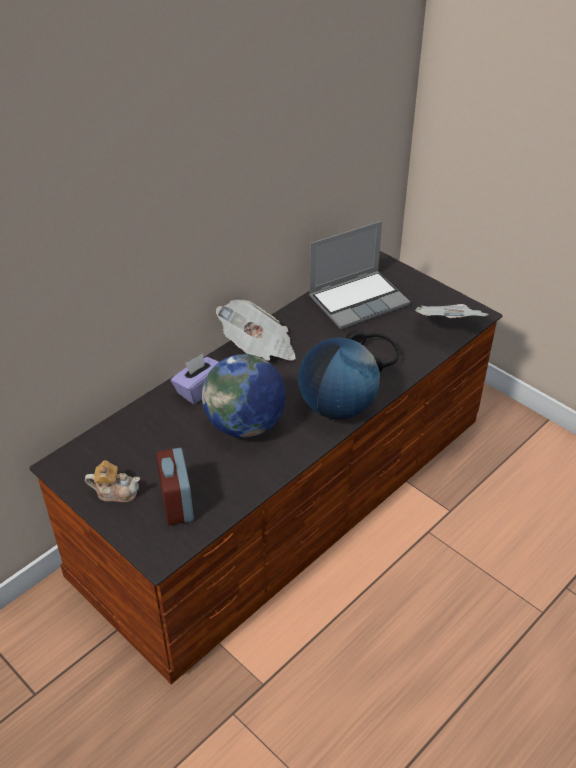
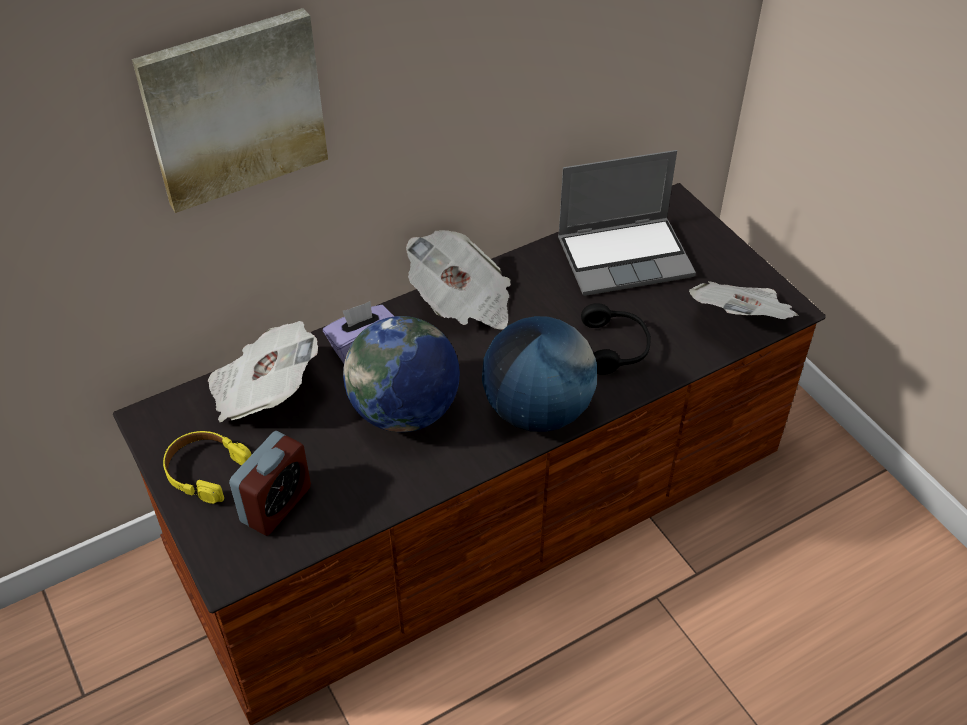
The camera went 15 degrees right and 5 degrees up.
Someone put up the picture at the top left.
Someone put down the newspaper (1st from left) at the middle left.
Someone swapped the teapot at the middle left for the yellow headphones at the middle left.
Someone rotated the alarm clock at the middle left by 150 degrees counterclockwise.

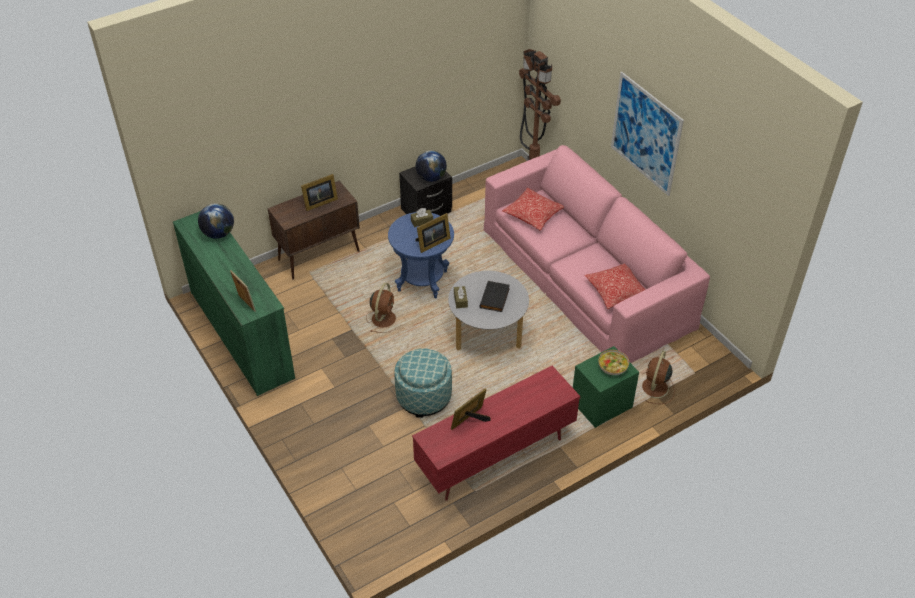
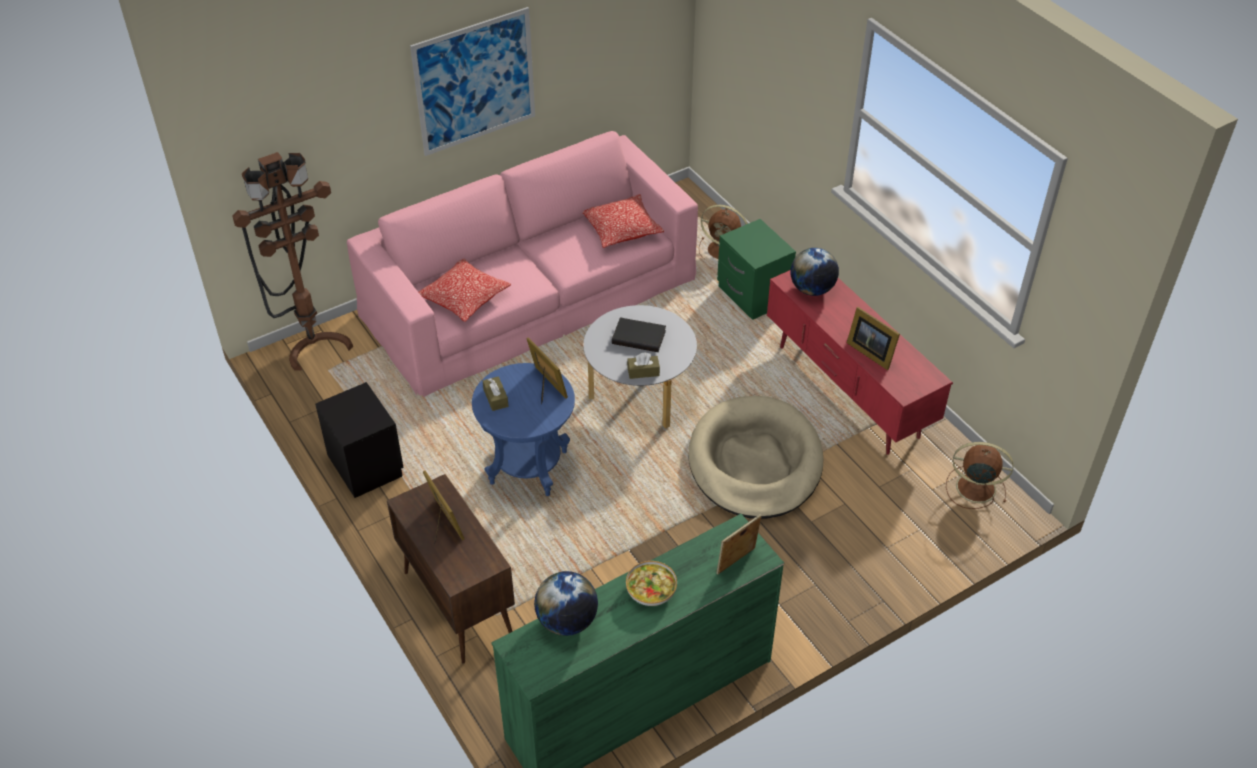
The camera went 90 degrees left and 0 degrees up.
Someone carried the brown fan (1st from left in the first image) from the centre to the middle right.
Someone carried the globe (2nd from left) from the top centre to the centre.
Someone carried the bowl from the middle right to the bottom centre.
Someone swapped the ottoman at the centre for the beige dog bed at the centre.

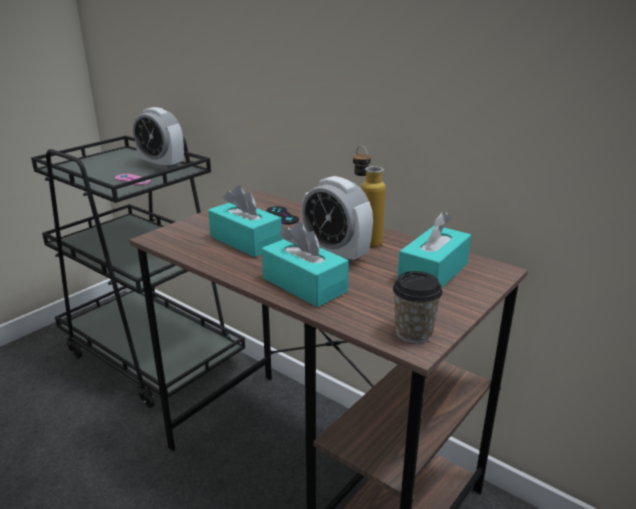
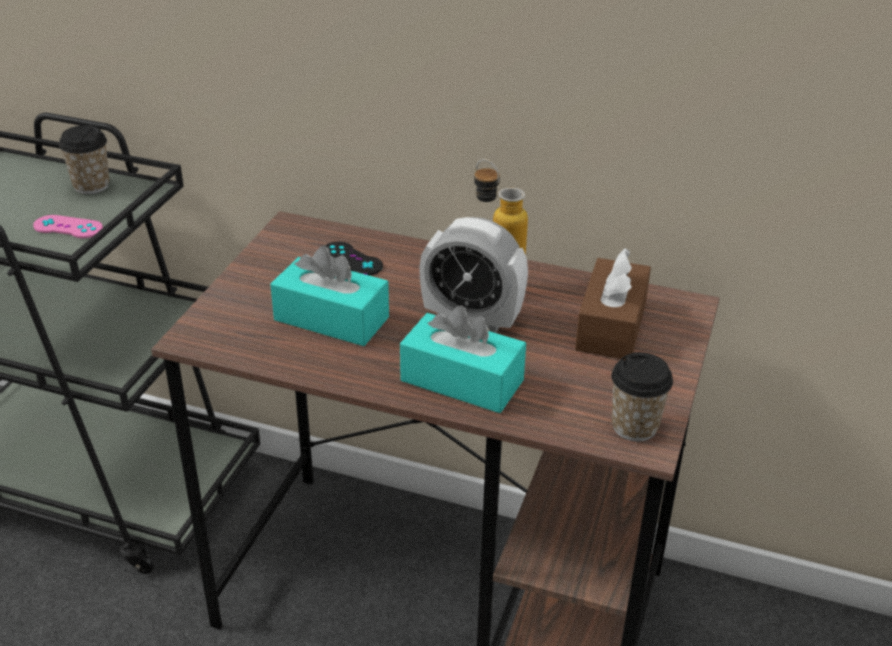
The camera went 20 degrees left and 10 degrees up.
Someone swapped the alarm clock (1st from left) at the top left for the cup (1st from left) at the top left.
Someone repainted the turquoise tissue box (3rd from left) at the middle right, which became the brown tissue box at the middle right.

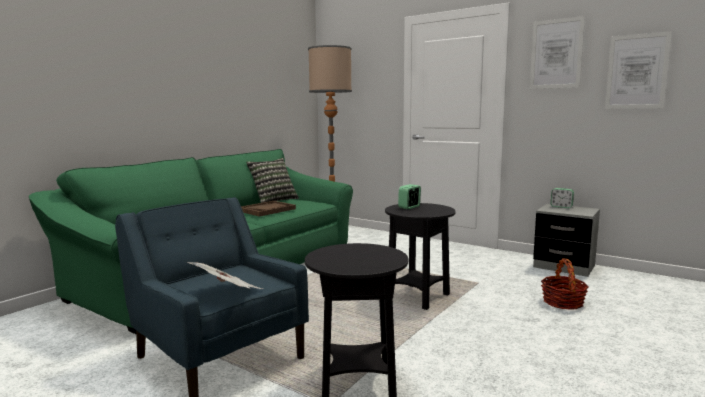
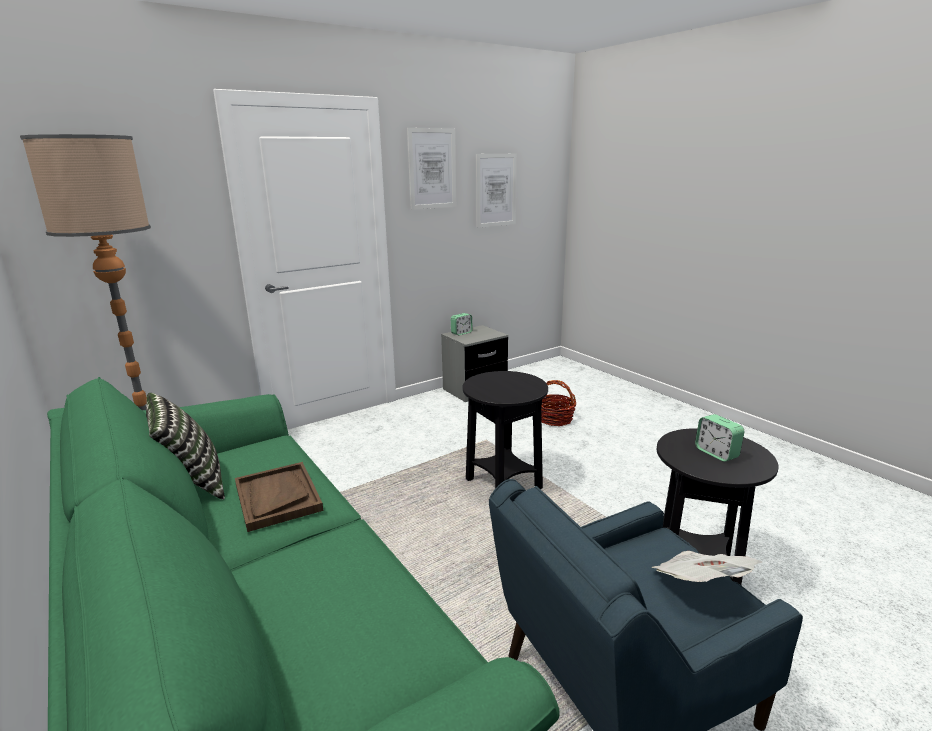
The camera went 70 degrees left and 10 degrees up.
Someone carried the alarm clock (1st from left in the first image) from the centre to the middle right.

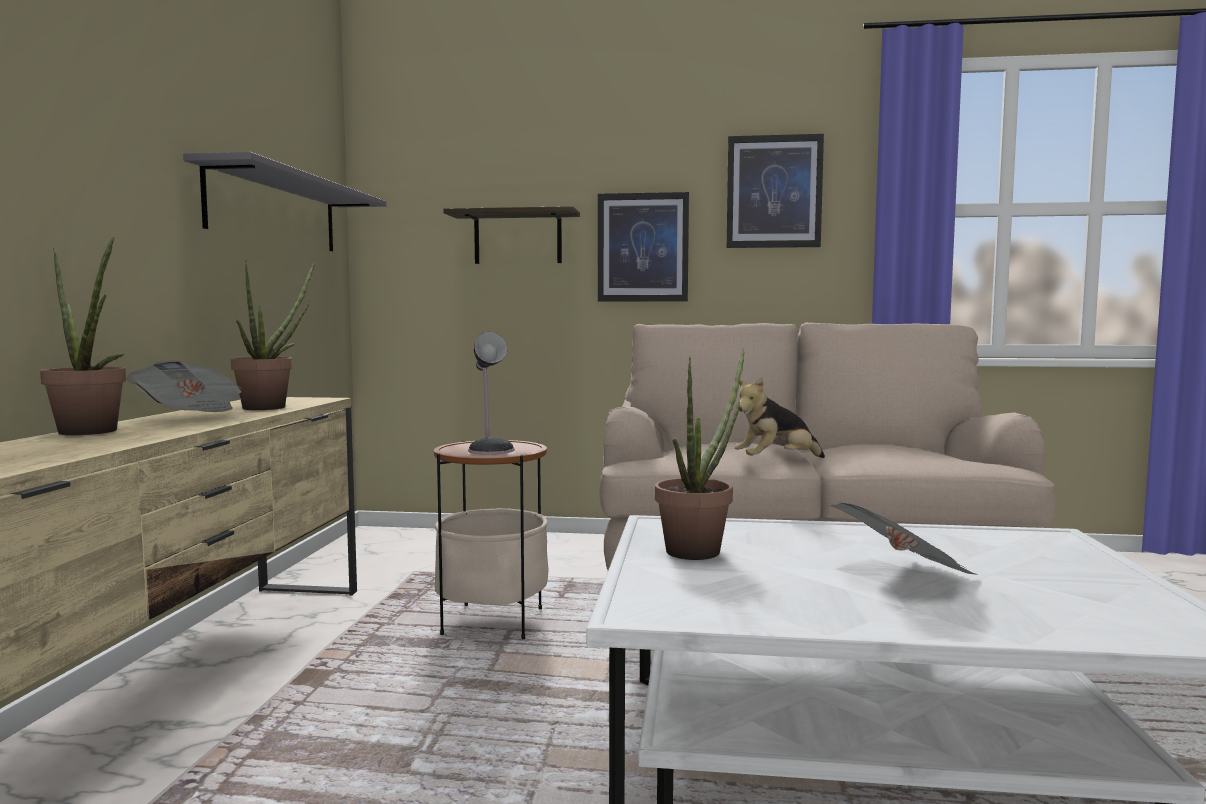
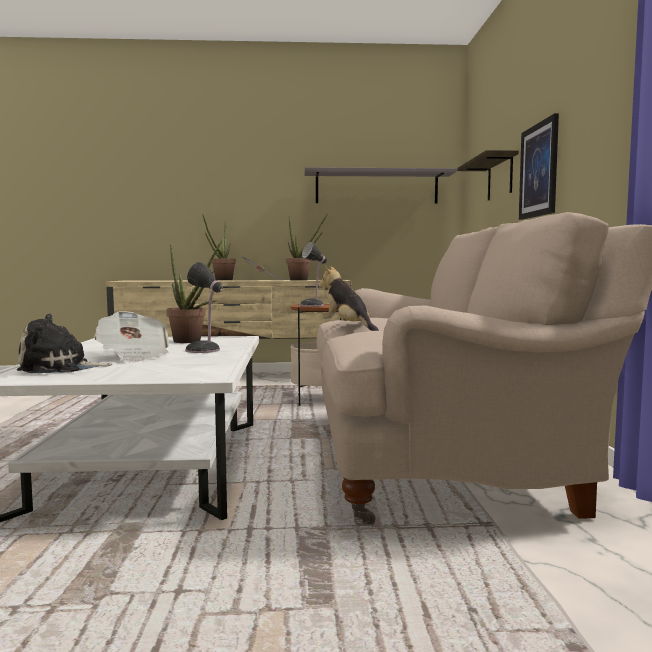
The camera went 80 degrees right and 0 degrees up.
Someone took away the picture (2nd from left) at the top centre.
Someone put down the plush toy (1st from left) at the middle left.
Someone put down the table lamp (1st from left) at the middle left.

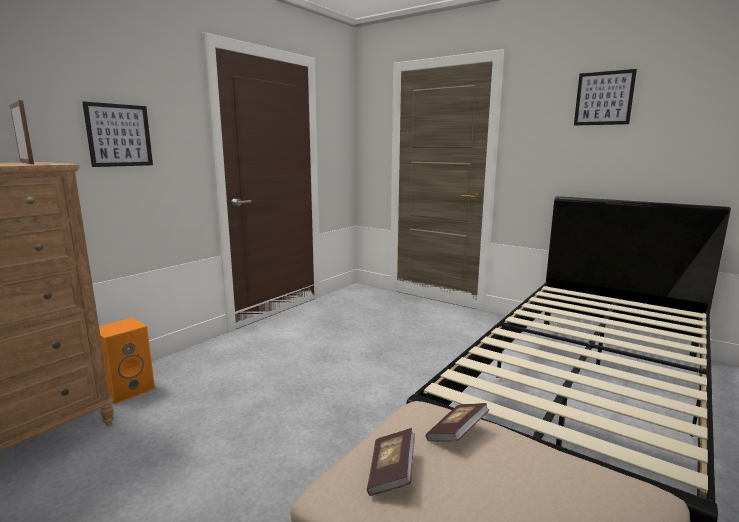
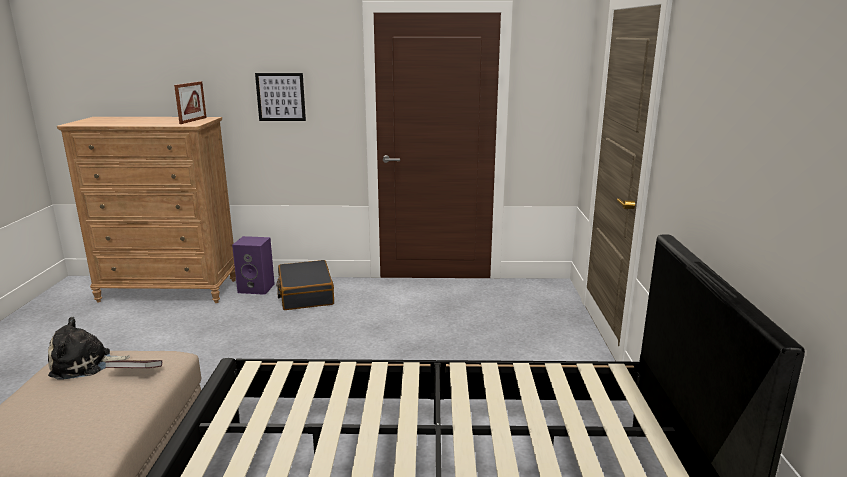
The camera went 55 degrees right and 5 degrees up.
Someone took away the picture (2nd from left) at the top right.
Someone put down the black suitcase at the centre.
Someone swapped the book (1st from left) at the bottom centre for the plush toy at the bottom left.
Someone repainted the orange speaker at the bottom left, which became the purple speaker at the middle left.

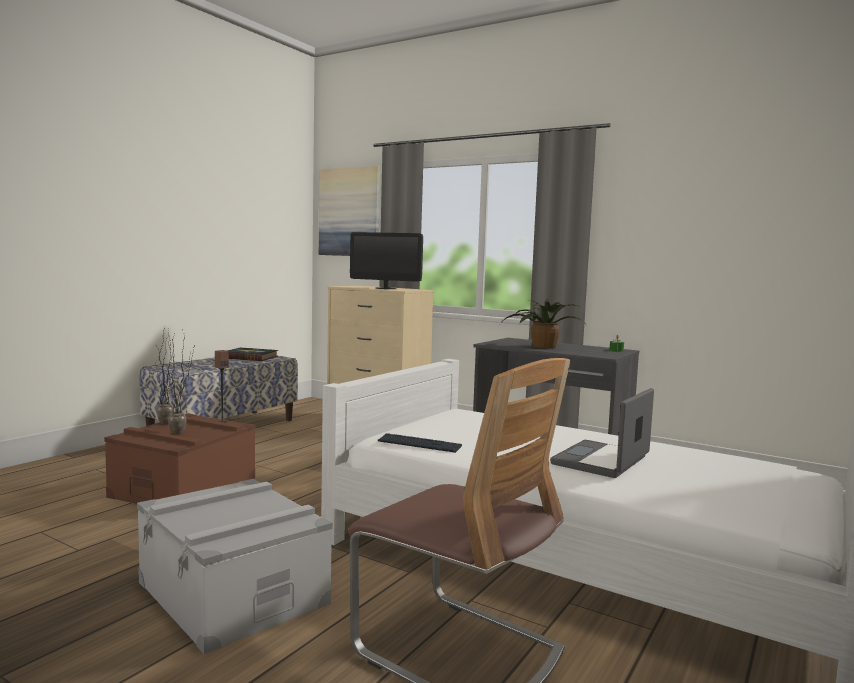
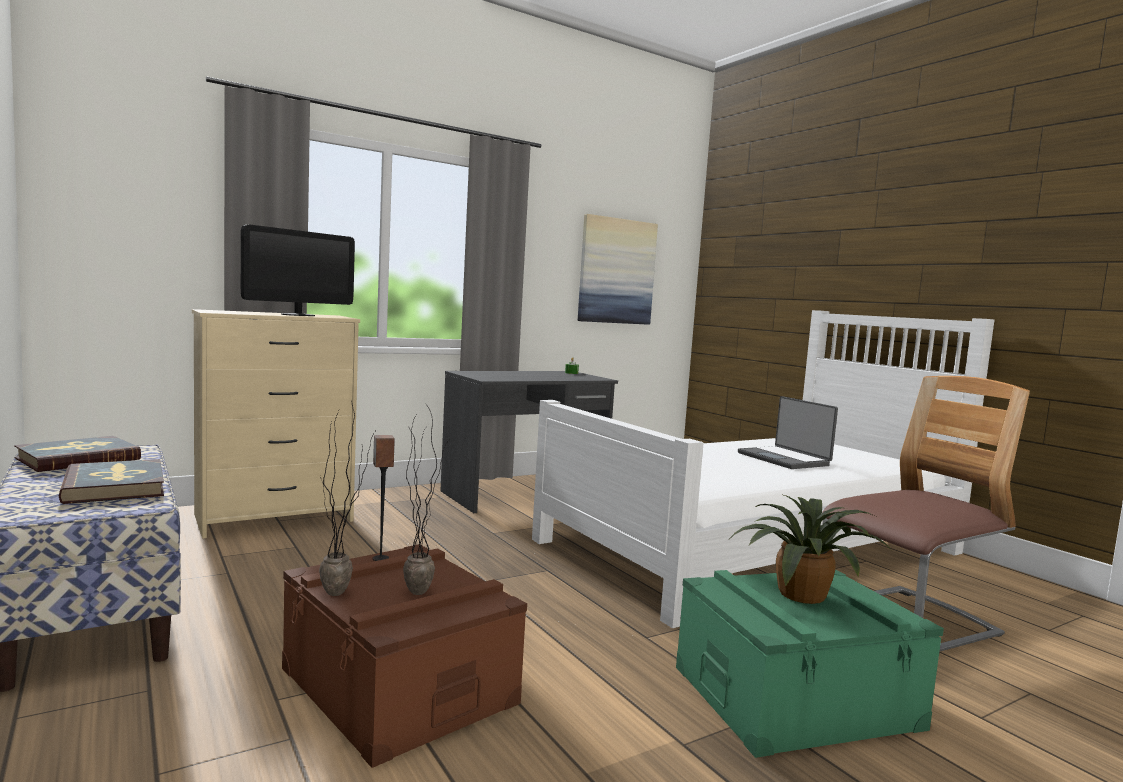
The camera went 65 degrees left and 0 degrees up.
Someone took away the keyboard at the centre.
Someone put down the book (2nd from left) at the middle left.
Someone carried the picture from the top centre to the centre.
Someone carried the potted plant (3rd from left) from the centre to the bottom right.
Someone repainted the grey storage box at the bottom left, which became the green storage box at the bottom right.

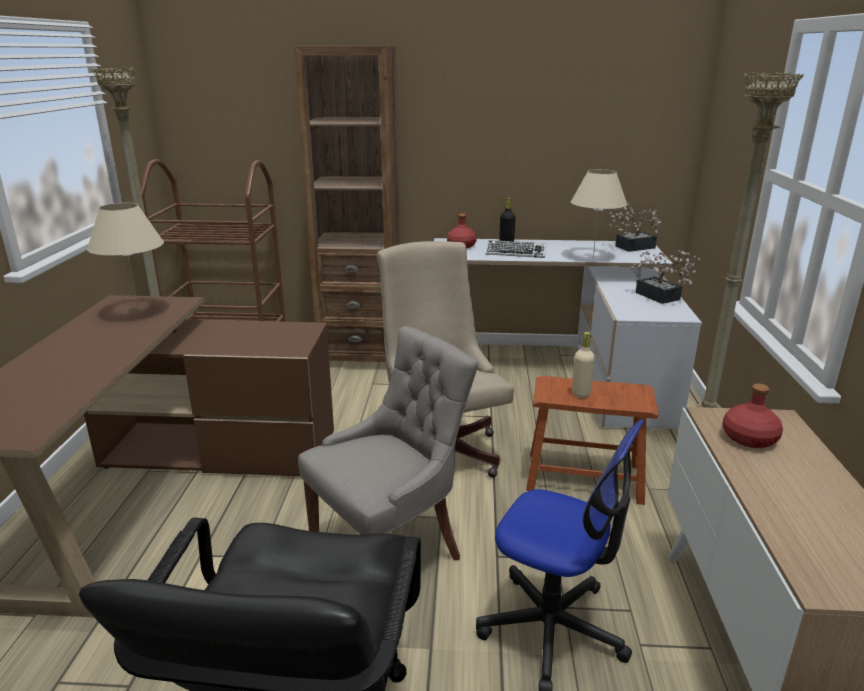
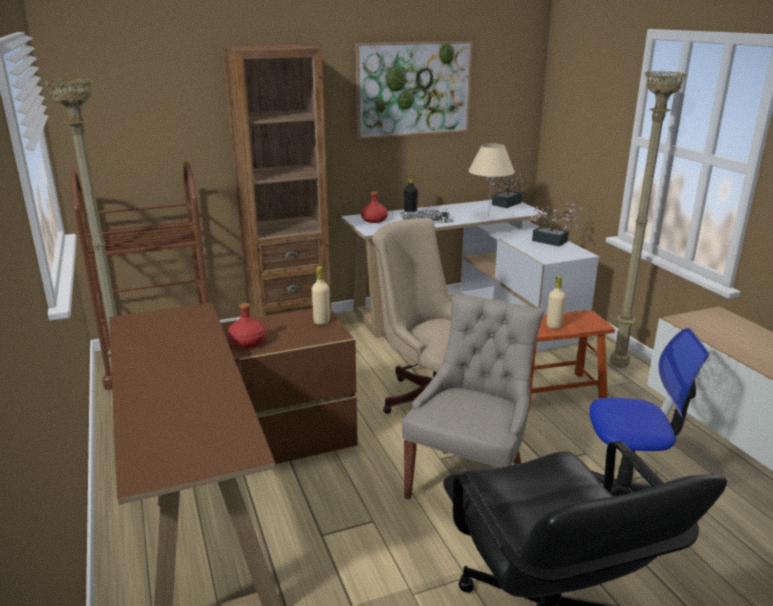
The camera went 25 degrees left and 0 degrees up.
Someone took away the beige table lamp (1st from left) at the middle left.
Someone put down the beige bottle (1st from left) at the centre.
Someone put up the picture at the top centre.
Someone carried the red bottle (2nd from left in the first image) from the middle right to the middle left.

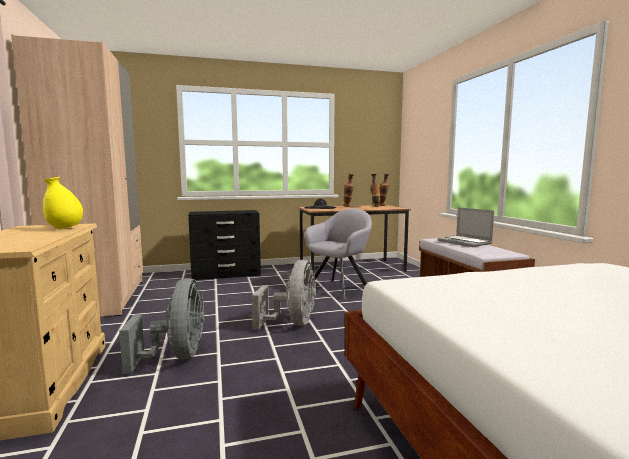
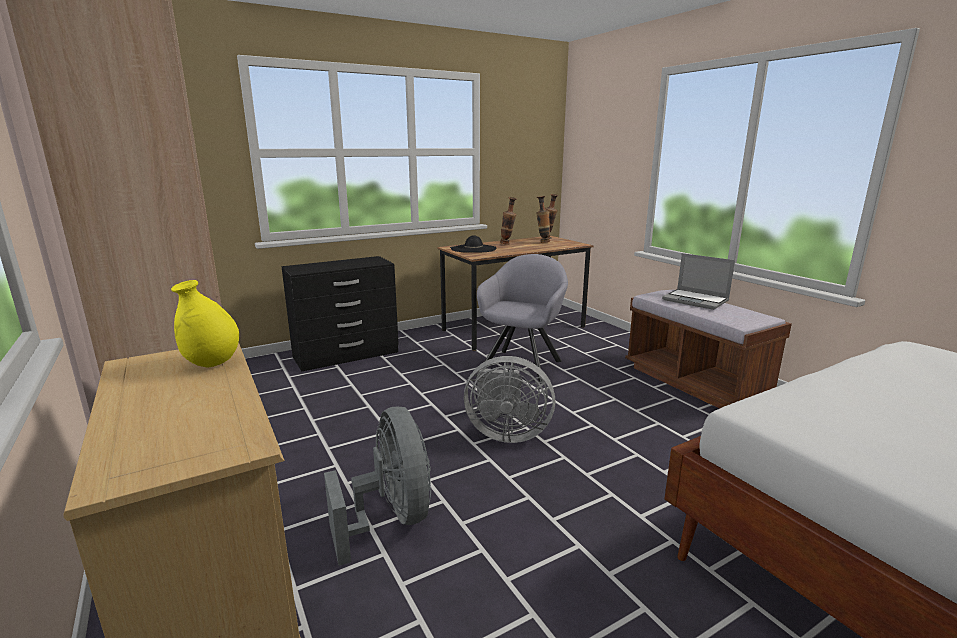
The camera went 15 degrees left and 10 degrees up.
Someone rotated the grey fan (2nd from left) at the centre by 105 degrees clockwise.

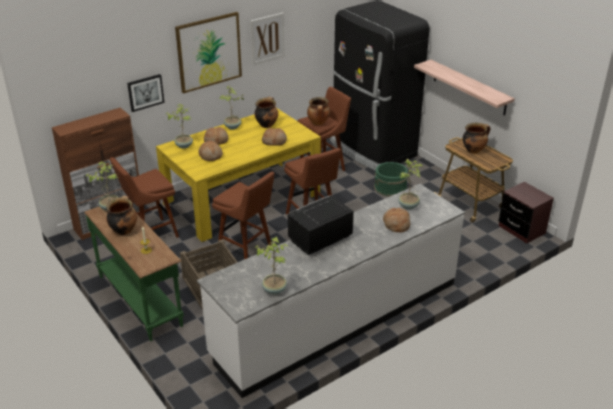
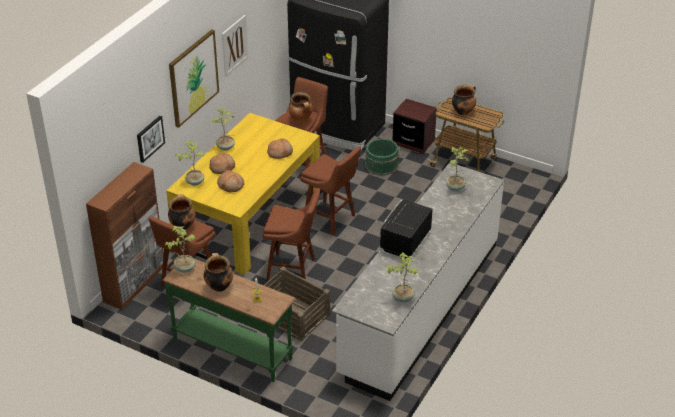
The camera went 25 degrees left and 5 degrees up.
Someone took away the bread (4th from left) at the centre.
Someone took away the shelf at the top right.
Someone carried the cooking pot (2nd from left in the first image) from the top centre to the middle left.
Someone carried the brown nightstand from the middle right to the top centre.

